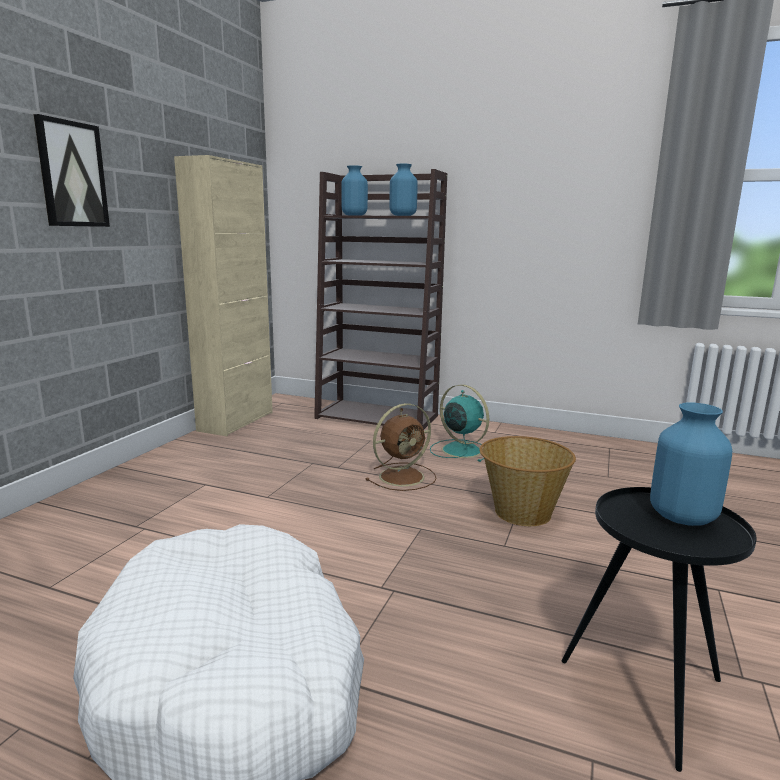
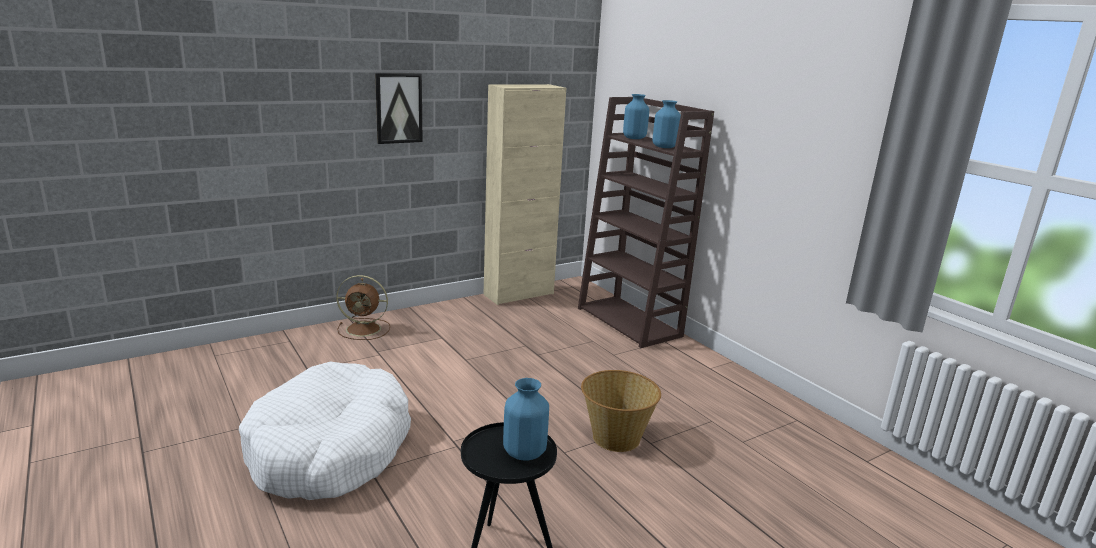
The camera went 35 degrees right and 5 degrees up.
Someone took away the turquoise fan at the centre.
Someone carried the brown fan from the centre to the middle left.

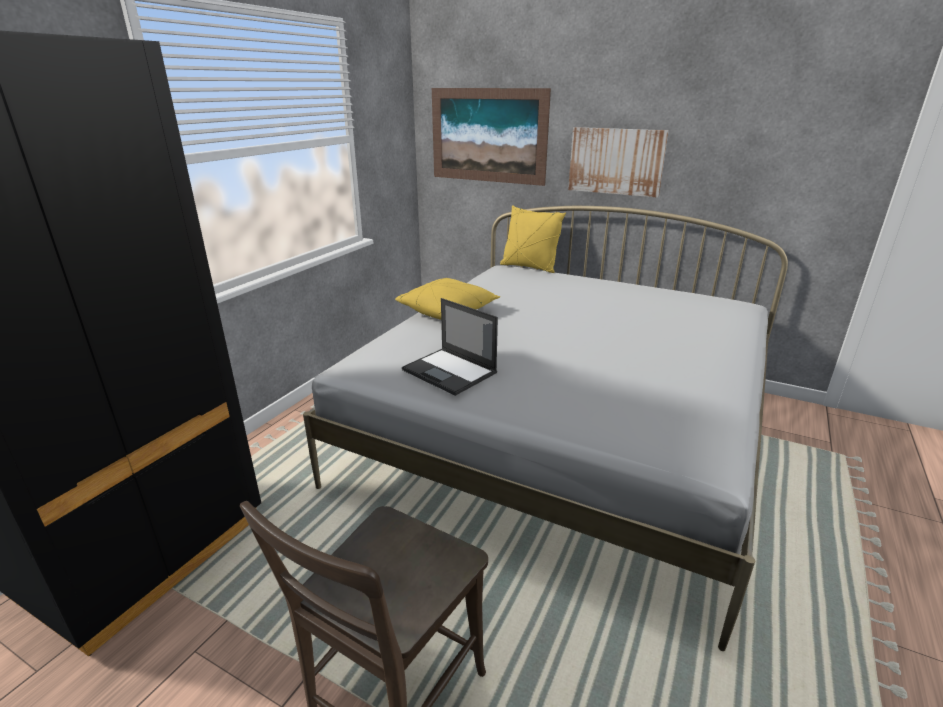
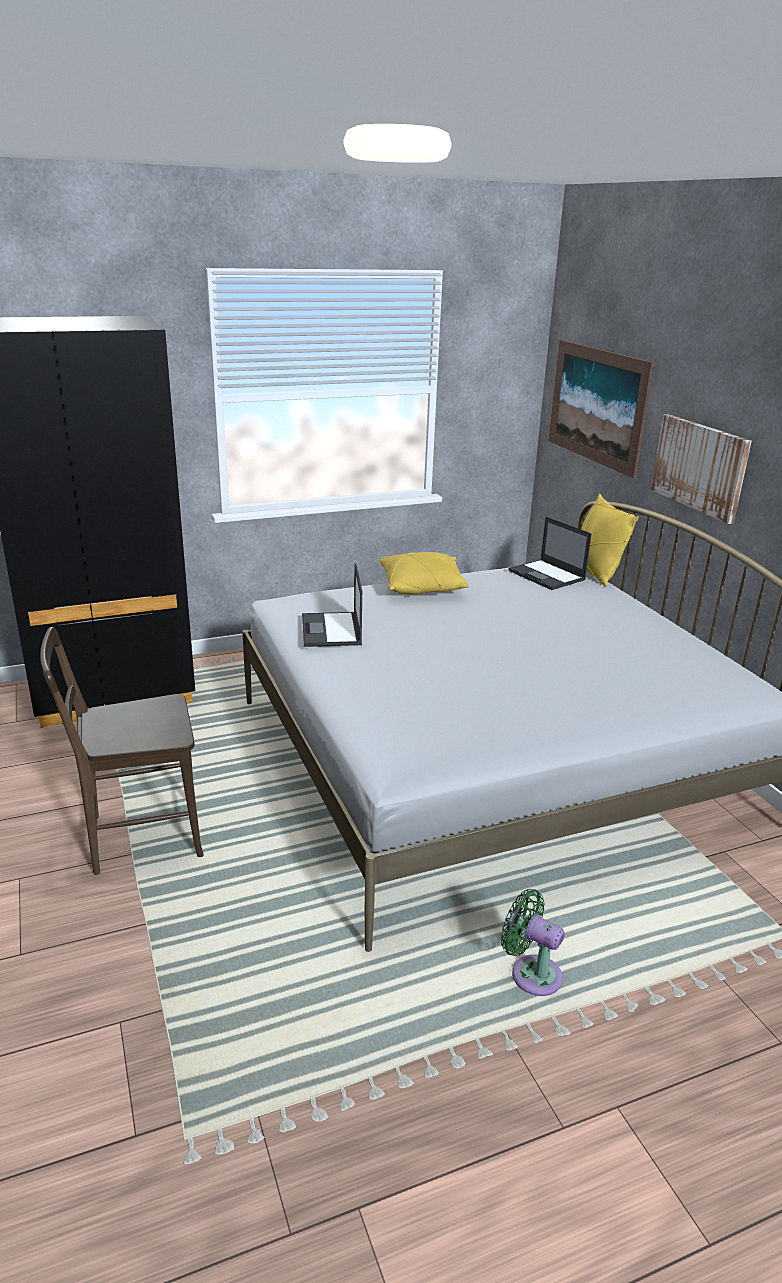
The camera went 40 degrees right and 0 degrees up.
Someone put down the green fan at the bottom right.
Someone put down the laptop (2nd from left) at the middle right.

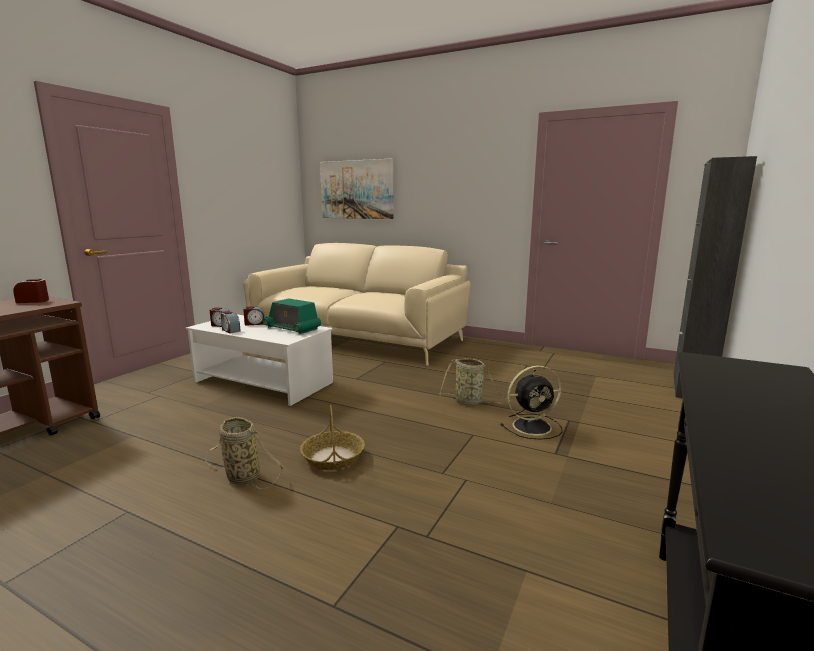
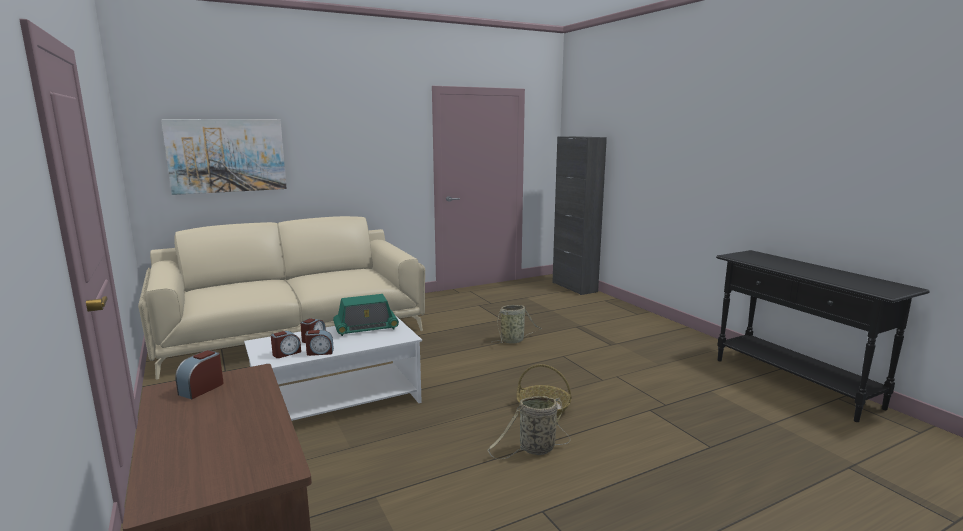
The camera went 55 degrees left and 0 degrees up.
Someone took away the black fan at the centre.

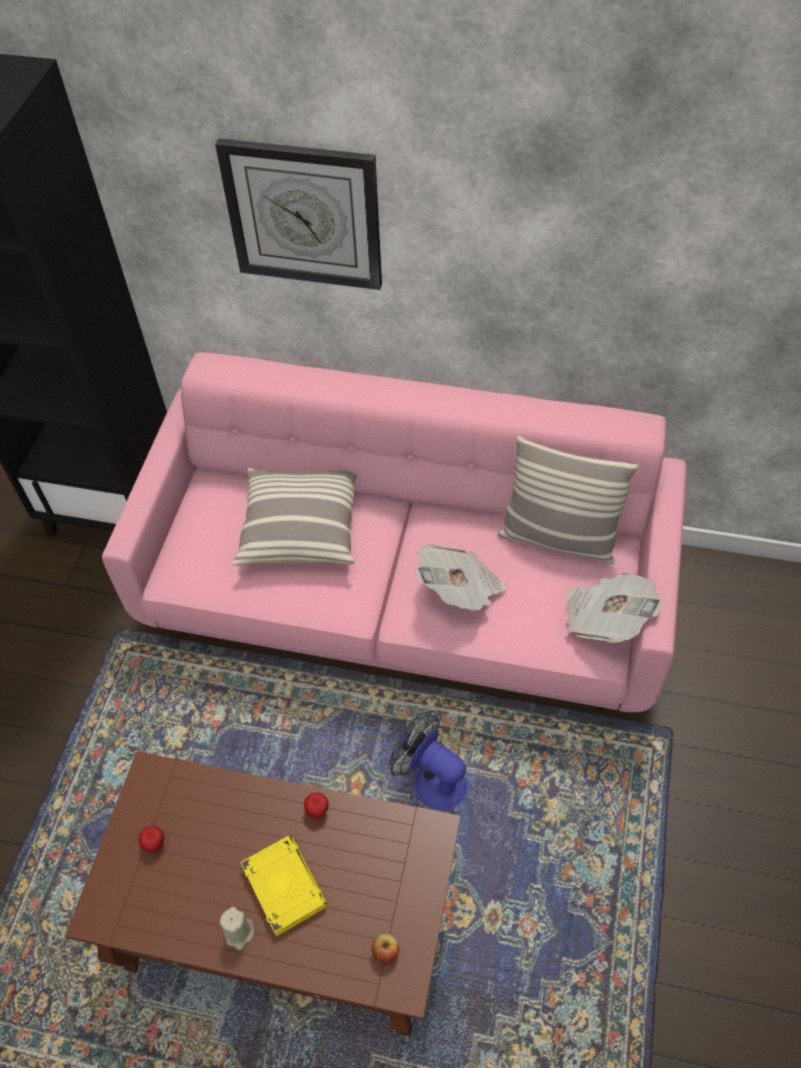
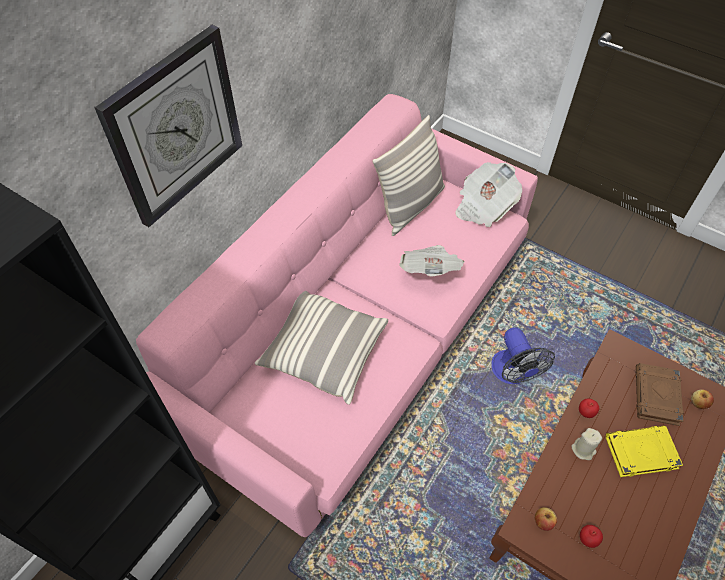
The camera went 70 degrees left and 0 degrees up.
Someone put down the apple (1st from left) at the bottom right.
Someone put down the brown book at the bottom right.
Someone carried the beige candle from the bottom left to the bottom right.
Someone rotated the fan at the bottom centre by 75 degrees counterclockwise.

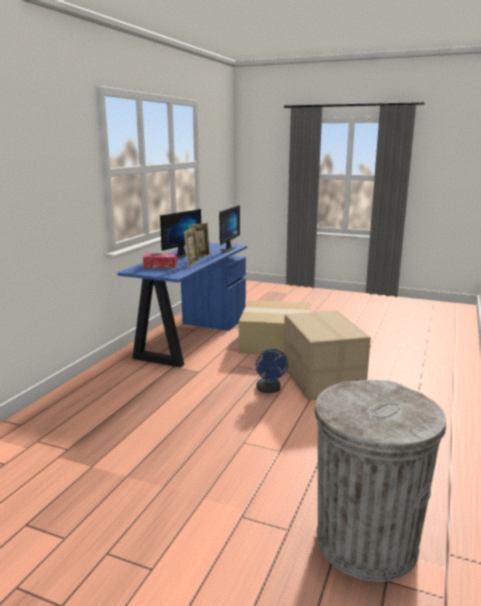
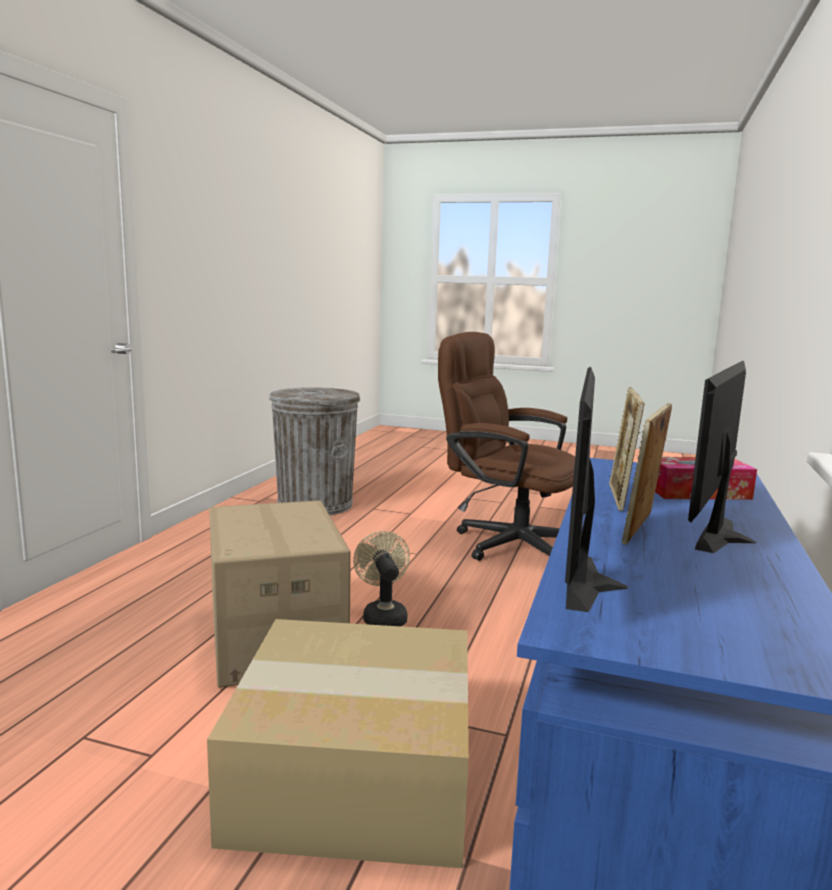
The camera went 175 degrees right and 5 degrees down.
Someone put down the brown office chair at the centre.
Someone repainted the blue fan at the centre, which became the beige fan at the centre.

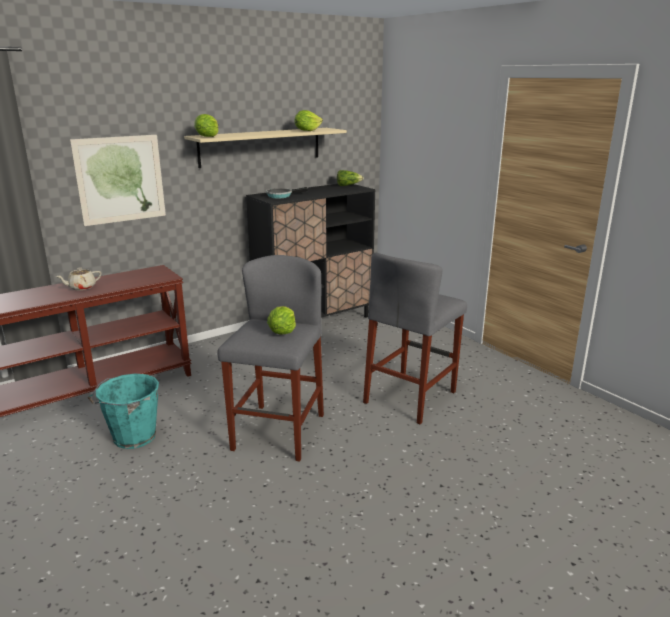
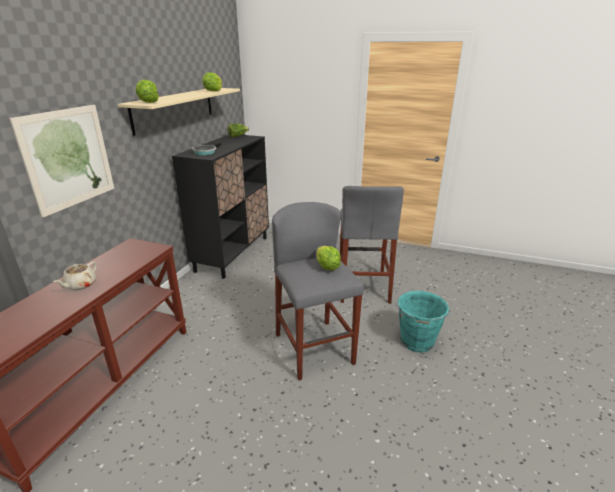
The camera went 35 degrees left and 5 degrees up.
Someone carried the turquoise bucket from the middle left to the middle right.

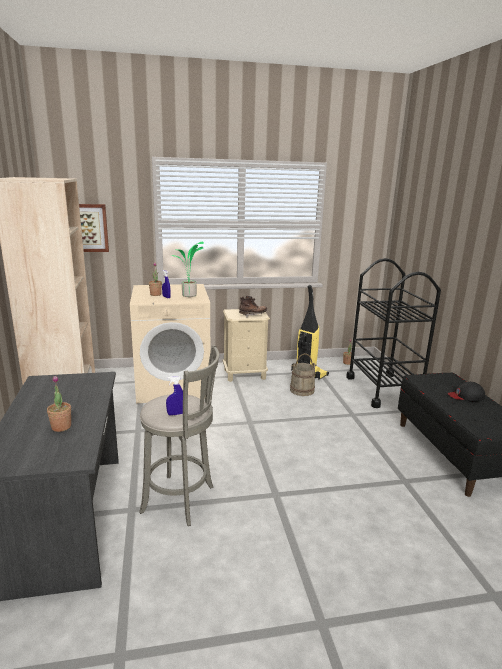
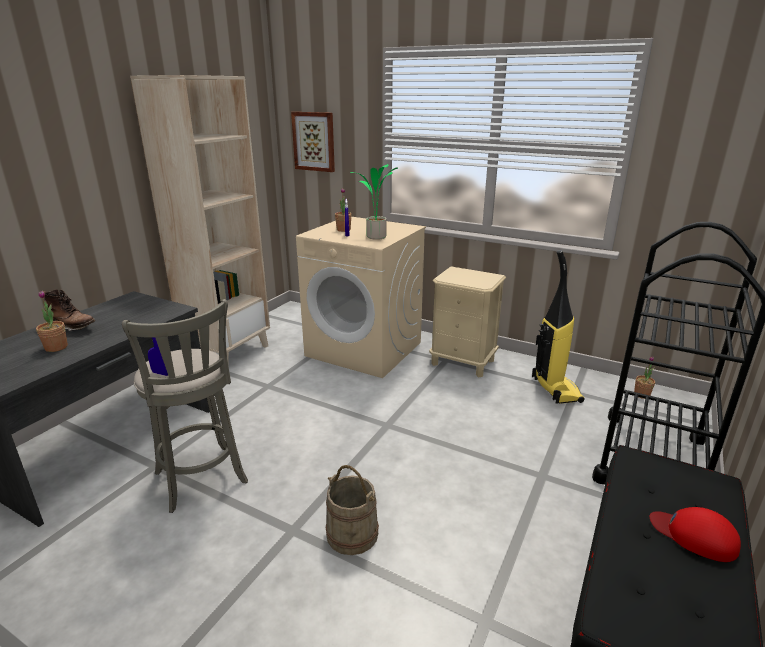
The camera went 40 degrees right and 5 degrees up.
Someone carried the brown boot from the centre to the middle left.
Someone carried the beige bucket from the centre to the bottom centre.
Someone repainted the black cap at the middle right, which became the red cap at the bottom right.

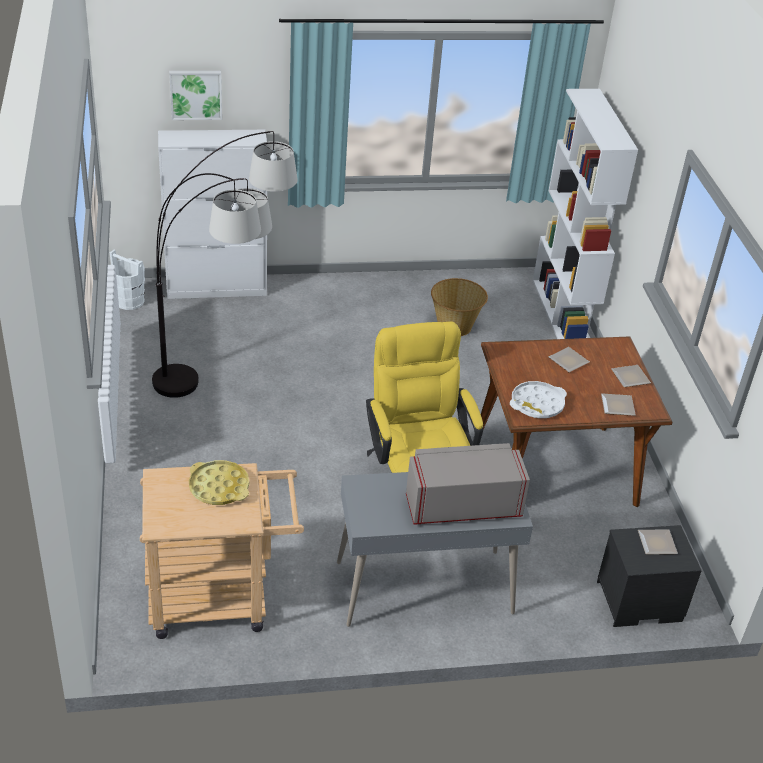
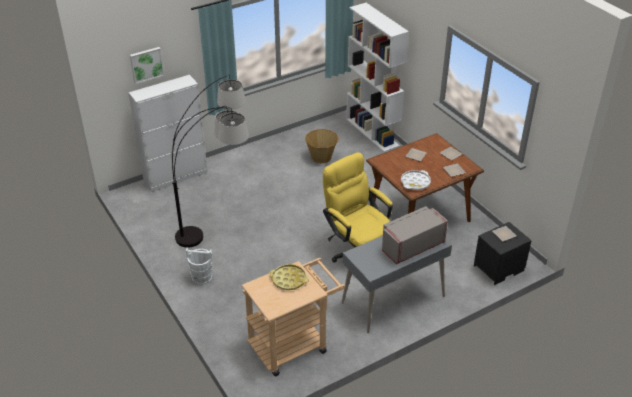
The camera went 20 degrees left and 0 degrees up.
Someone carried the white bucket from the middle left to the bottom left.

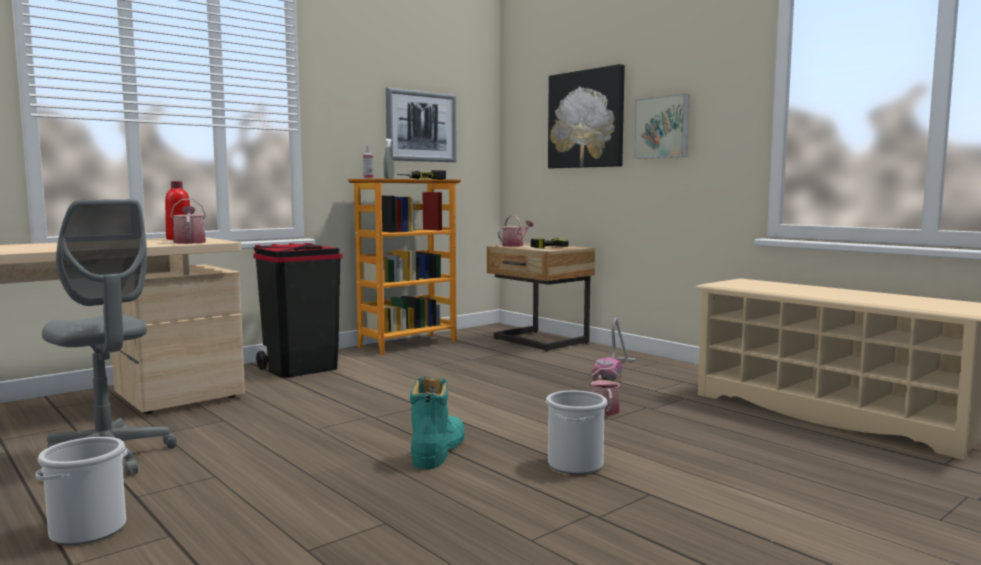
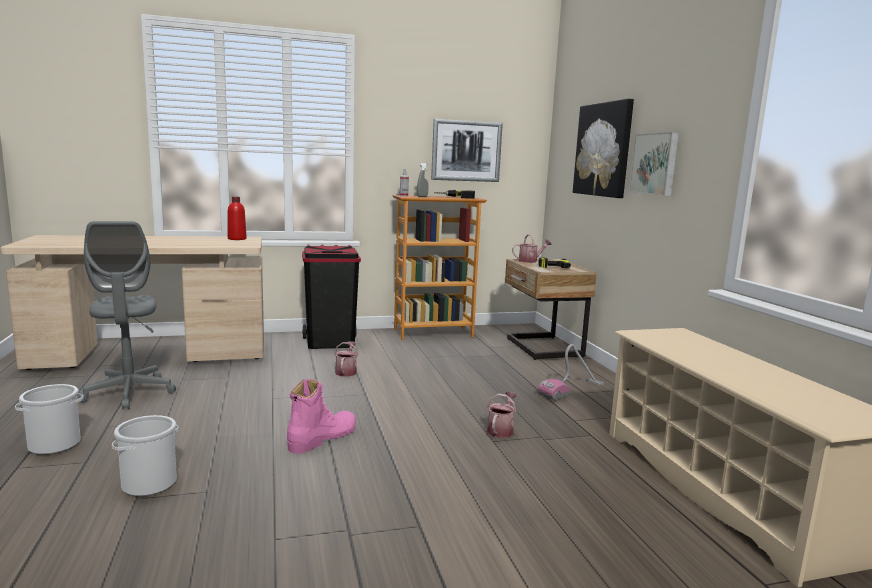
The camera went 25 degrees right and 5 degrees up.
Someone carried the watering can (1st from left) from the middle left to the centre.
Someone carried the bucket (2nd from left) from the bottom centre to the bottom left.
Someone repainted the turquoise boot at the bottom centre, which became the pink boot at the bottom centre.

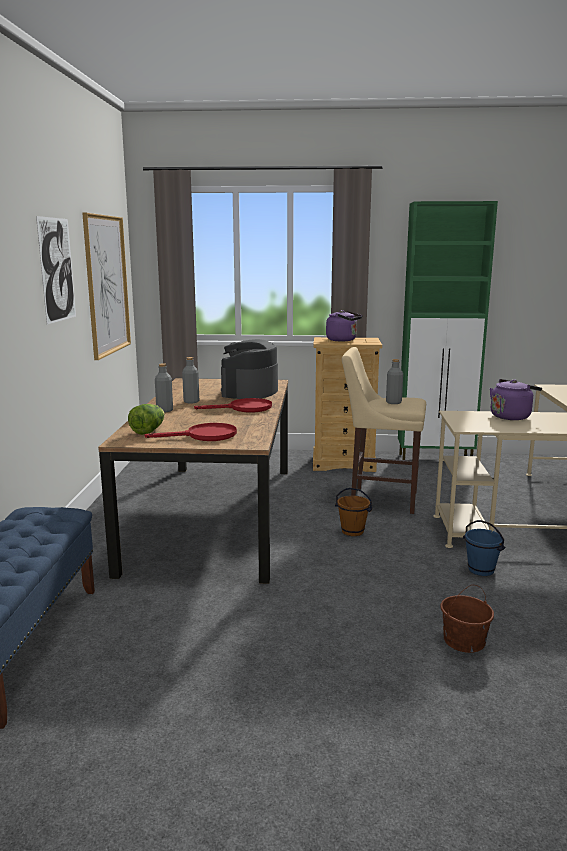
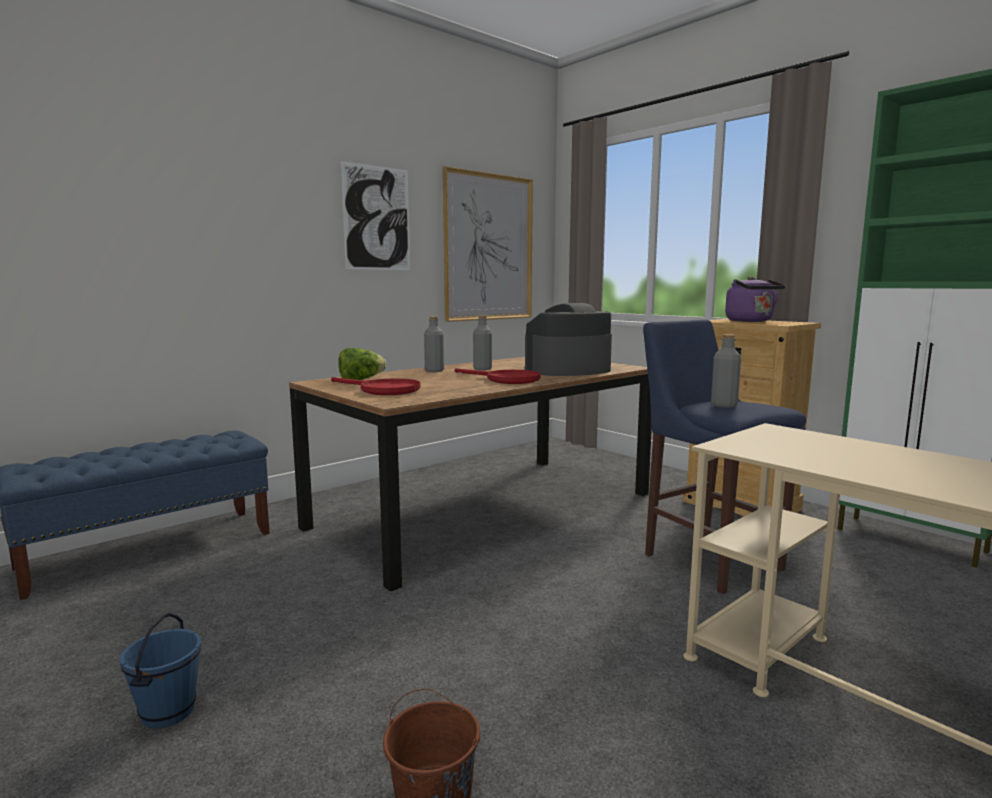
The camera went 45 degrees right and 5 degrees down.
Someone took away the brown bucket (1st from left) at the centre.
Someone took away the purple kettle (2nd from left) at the middle right.
Someone carried the blue bucket from the middle right to the bottom left.
Someone repainted the beige stool at the middle right, which became the blue stool at the middle right.

